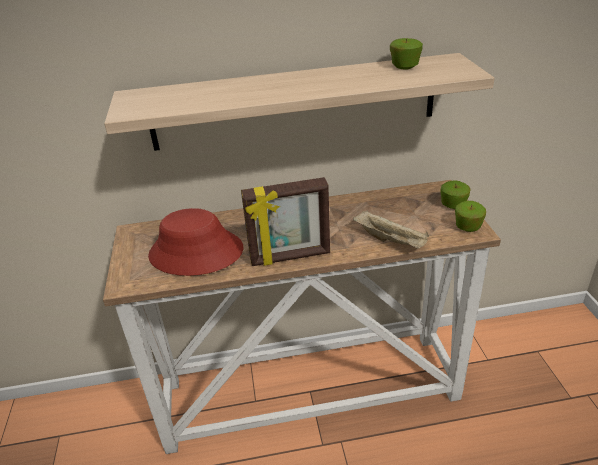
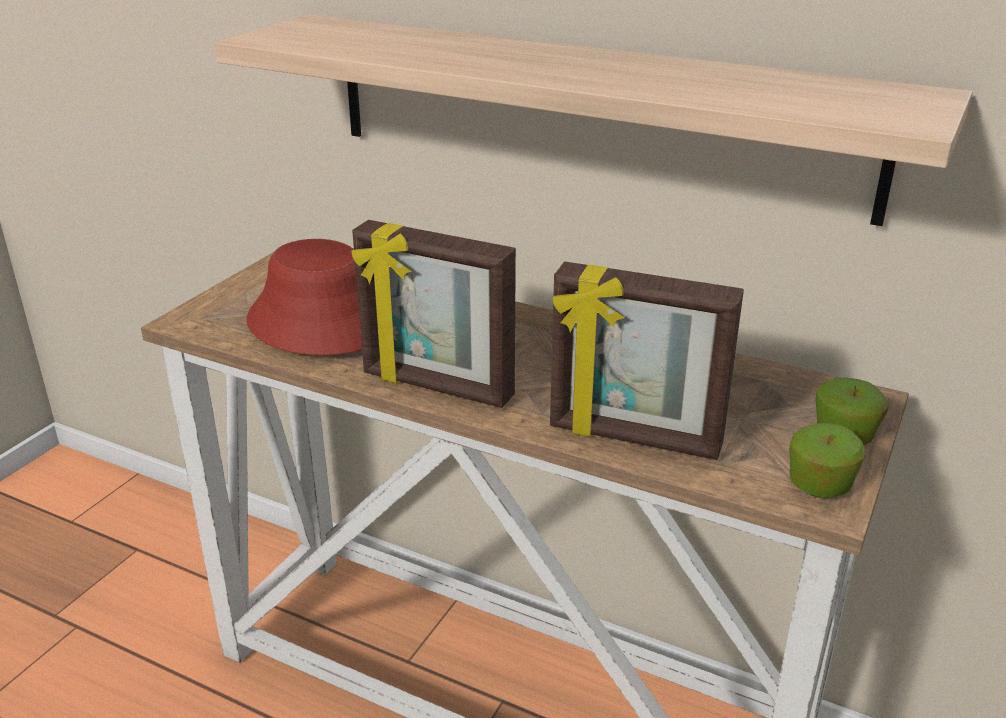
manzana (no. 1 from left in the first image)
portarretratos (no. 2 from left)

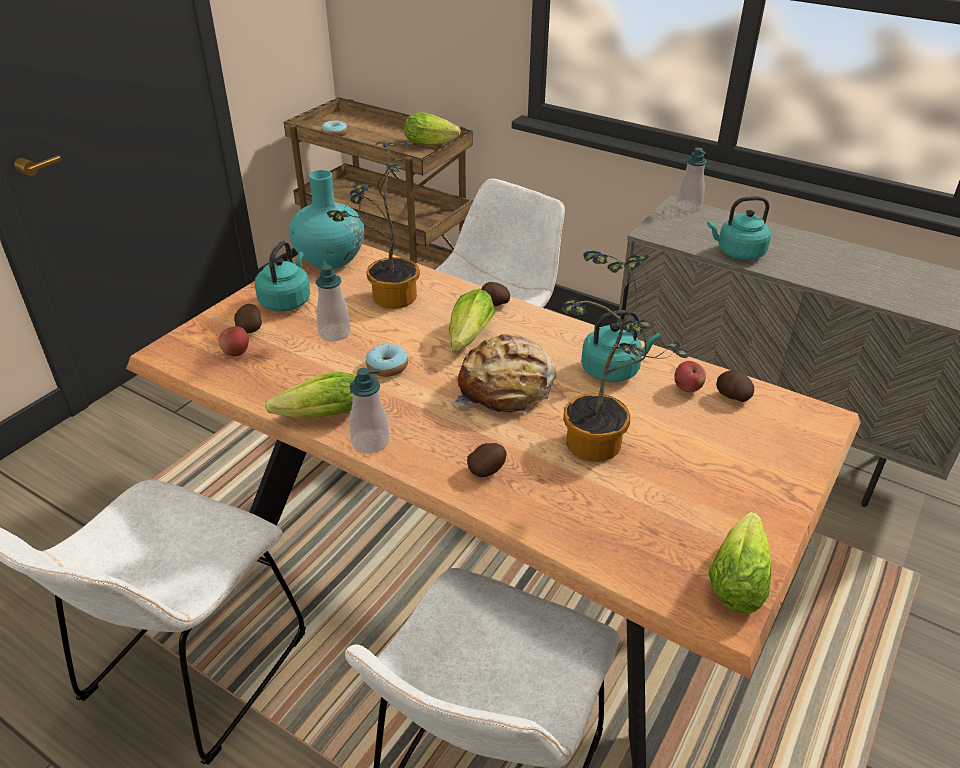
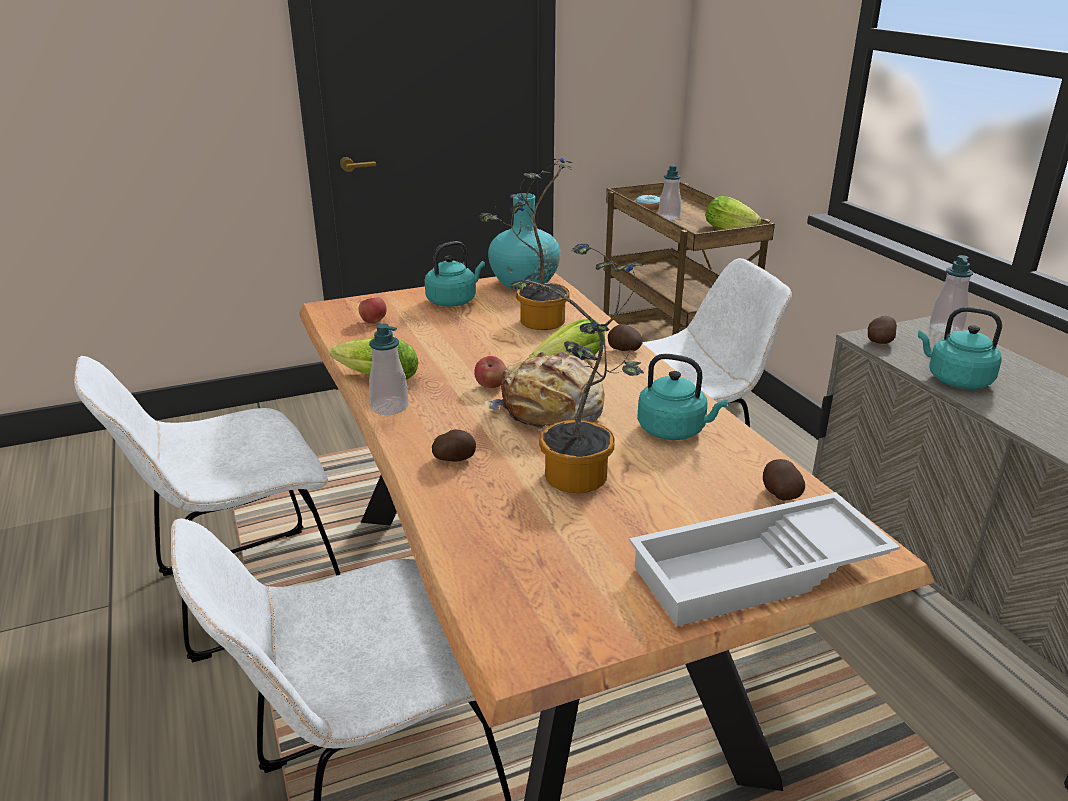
rosquilla (no. 2 from left in the first image)
lechuga (no. 4 from left in the first image)
bandeja [blanco]
patata (no. 4 from left)
dispensador de jabón (no. 2 from left)
manzana (no. 2 from left)

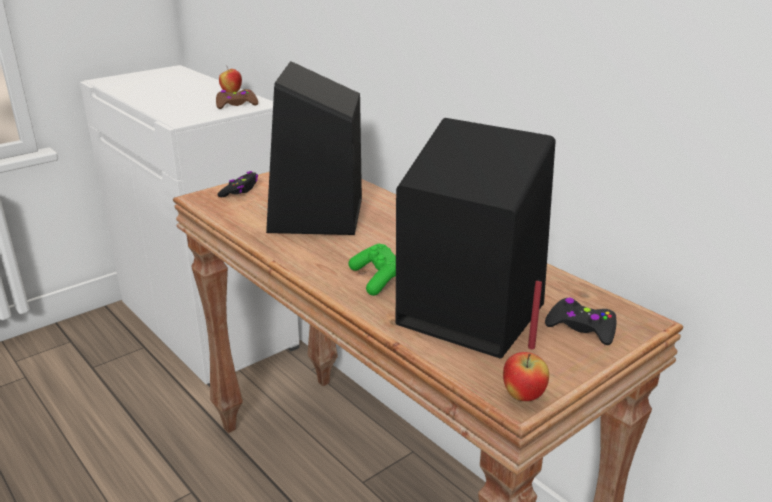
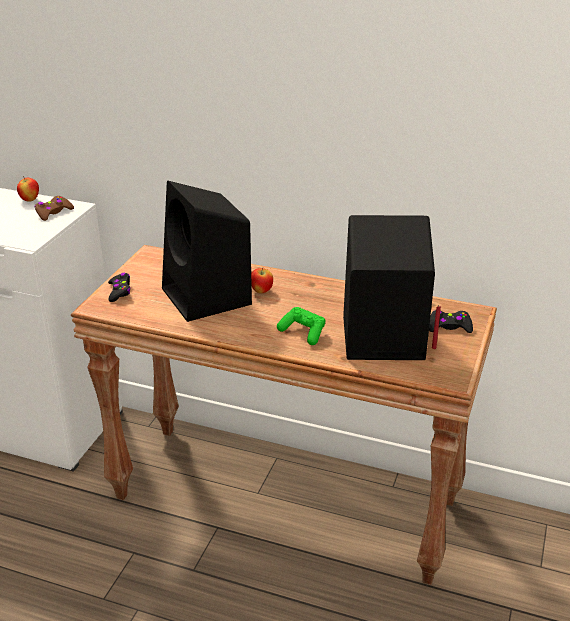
manzana (no. 2 from left)

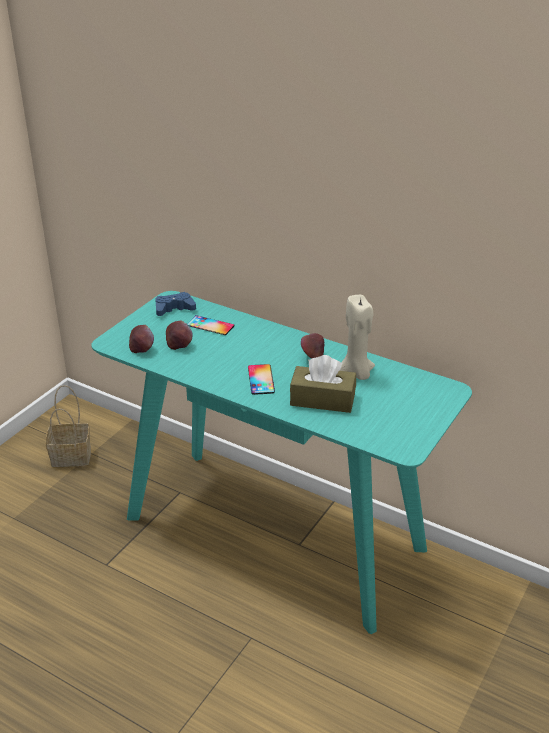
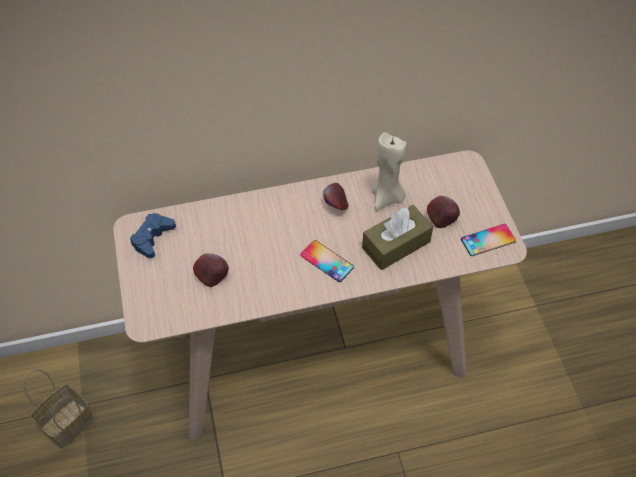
manzana (no. 3 from left)
móvil (no. 2 from left)
mesa consola [beis]

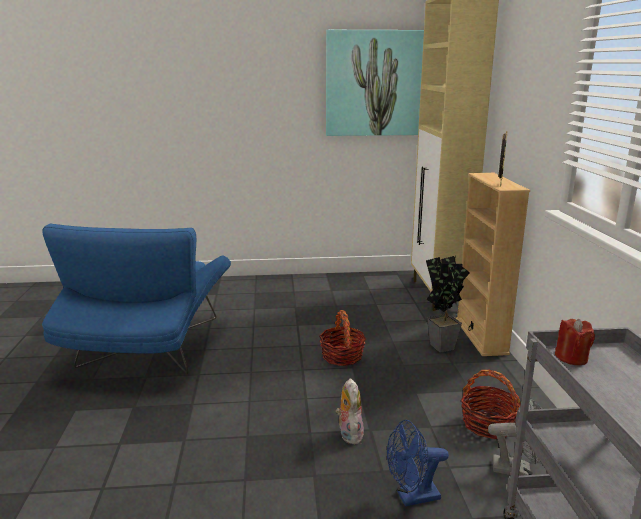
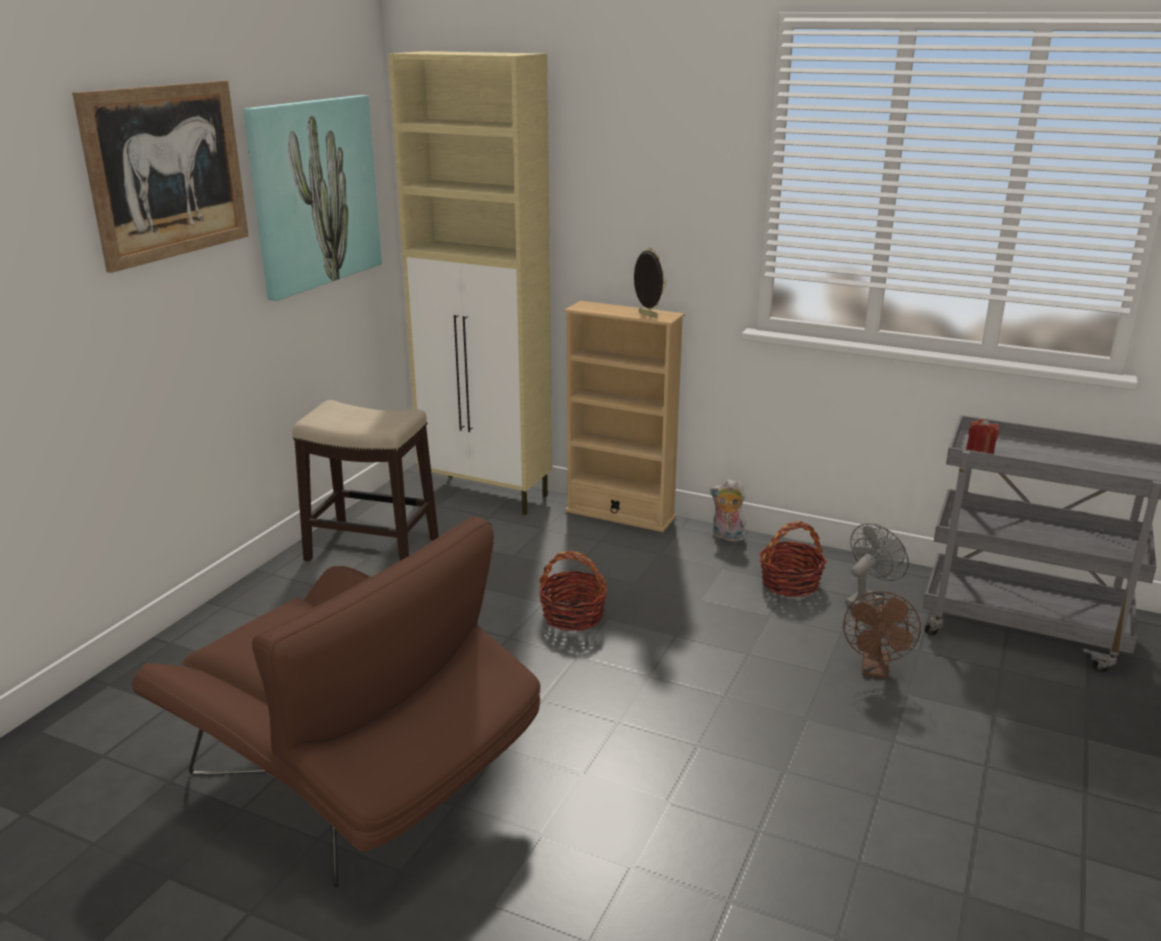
planta en maceta
cuadro (no. 1 from left)
taburete
peluche
sillón [marrón]
ventilador [marrón]

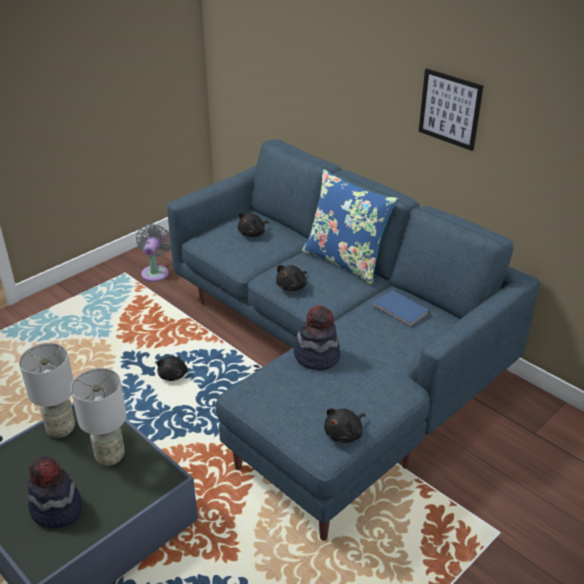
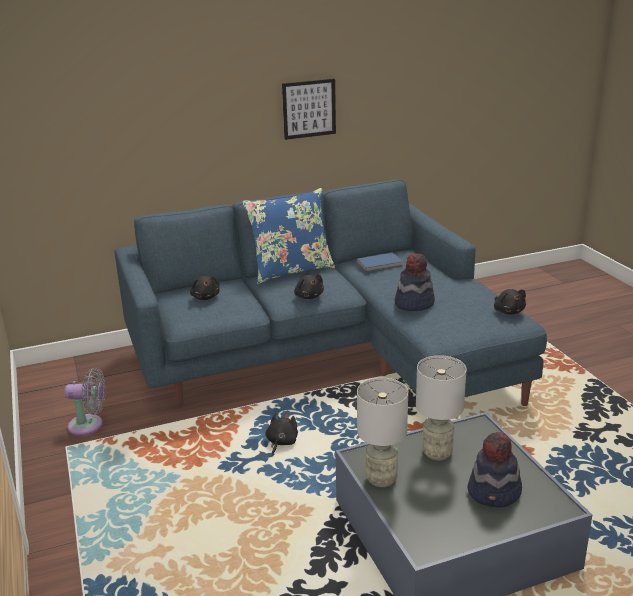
ventilador [gris]
peluche [negro] (no. 2 from left)

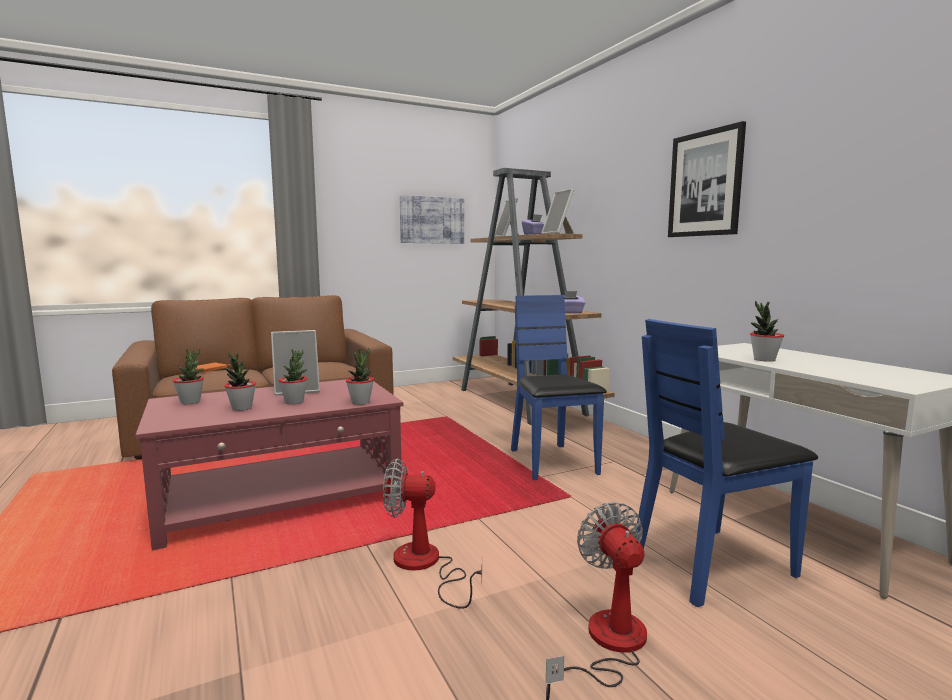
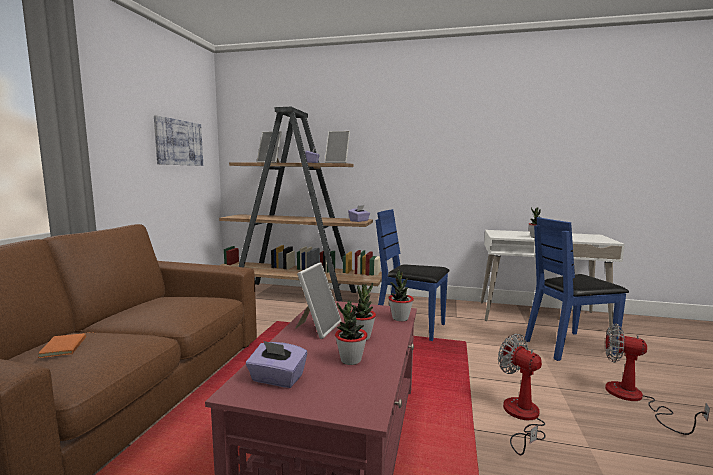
cuadro (no. 2 from left in the first image)
caja de pañuelos [morado] (no. 1 from left)
ventilador (no. 1 from left)
silla [azul] (no. 2 from left)

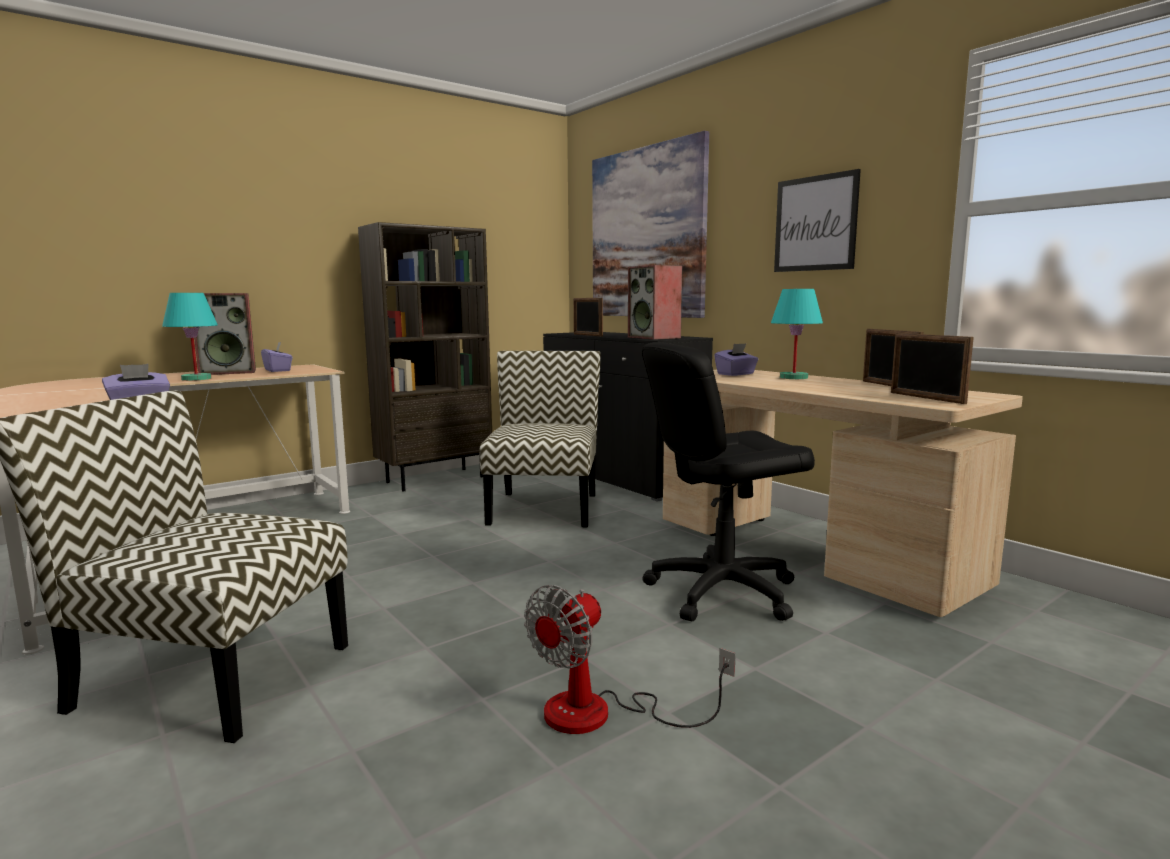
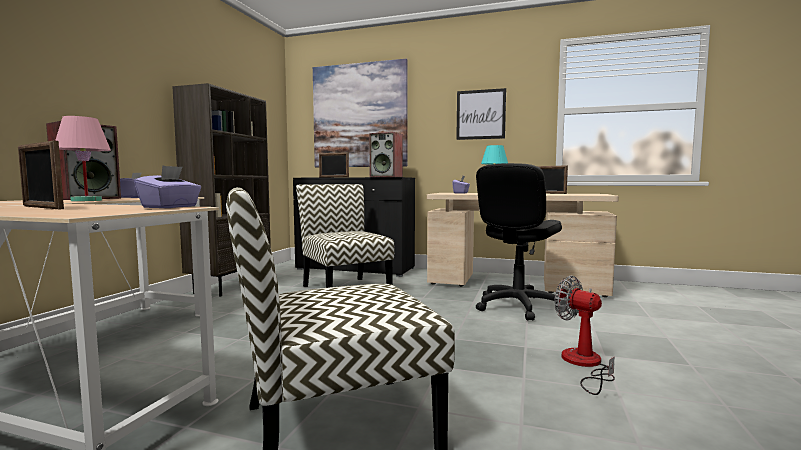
portarretratos (no. 1 from left)
lámpara de mesa [rosa]
ventilador

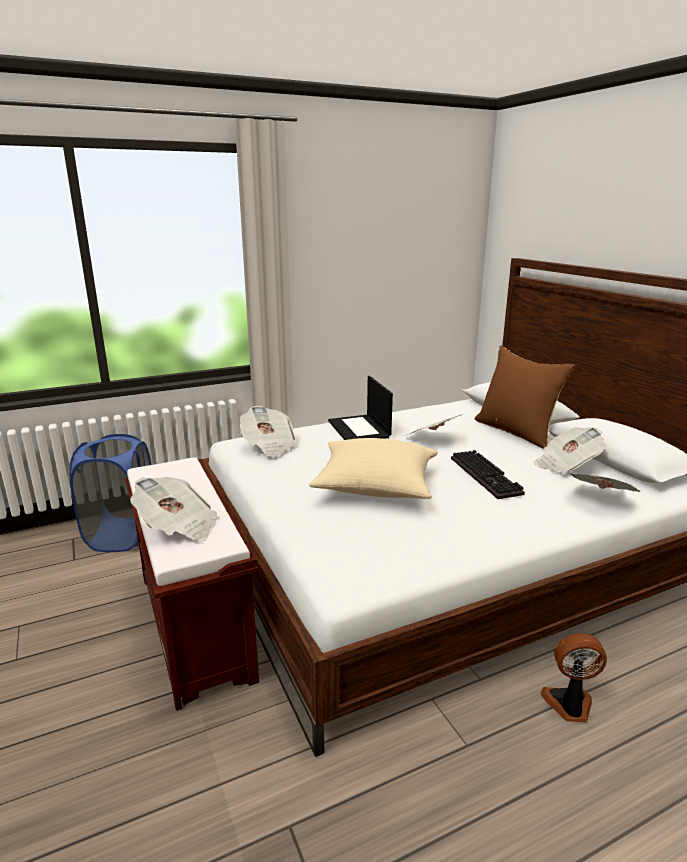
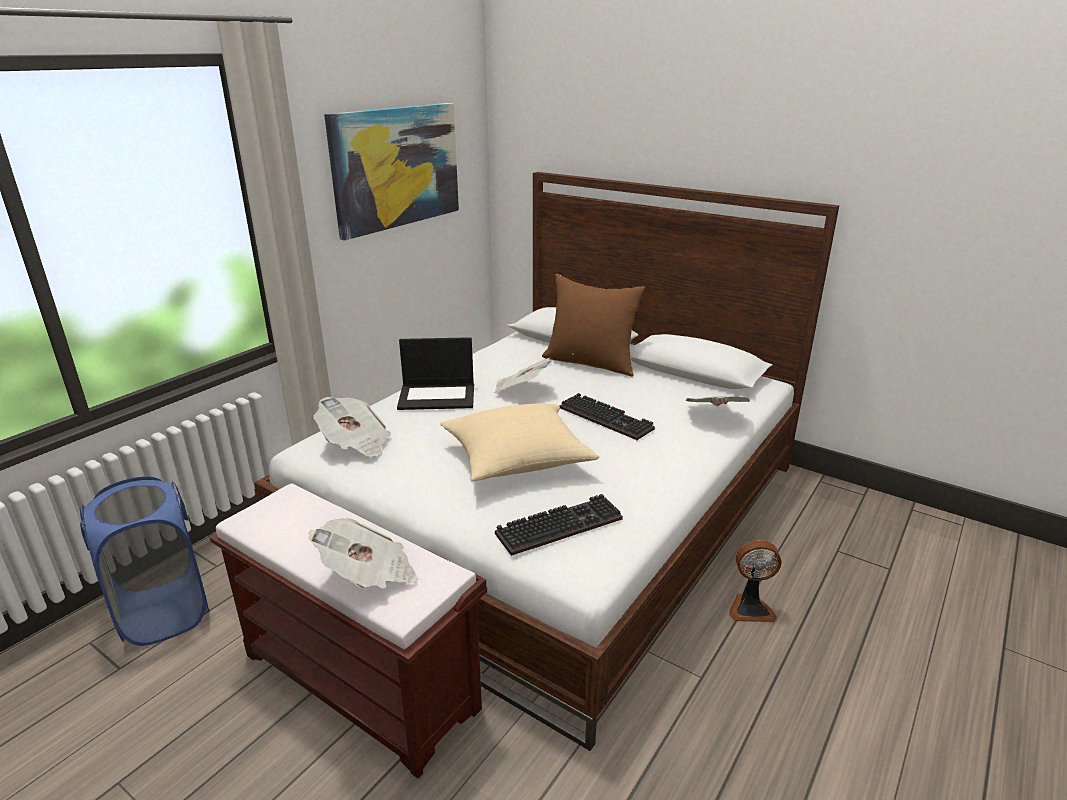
periódico (no. 4 from left in the first image)
cuadro
teclado (no. 1 from left)
portátil
ventilador

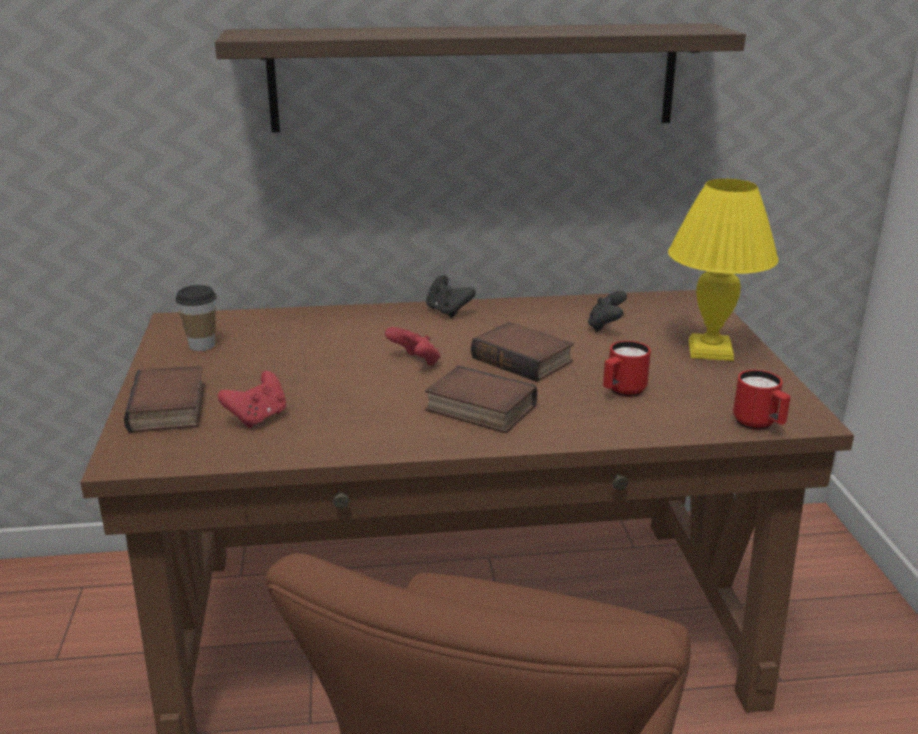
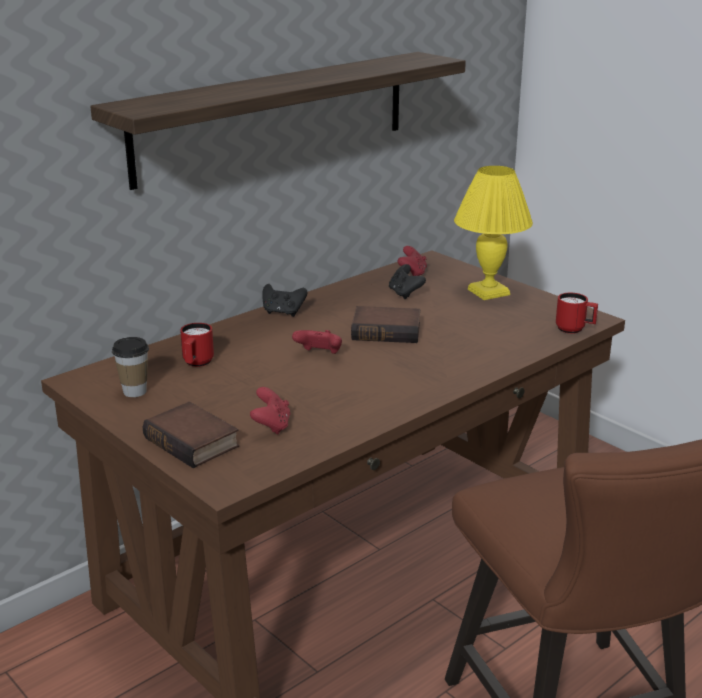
libro (no. 2 from left in the first image)
mando de consola [rojo] (no. 3 from left)
taza grande [rojo] (no. 1 from left)

